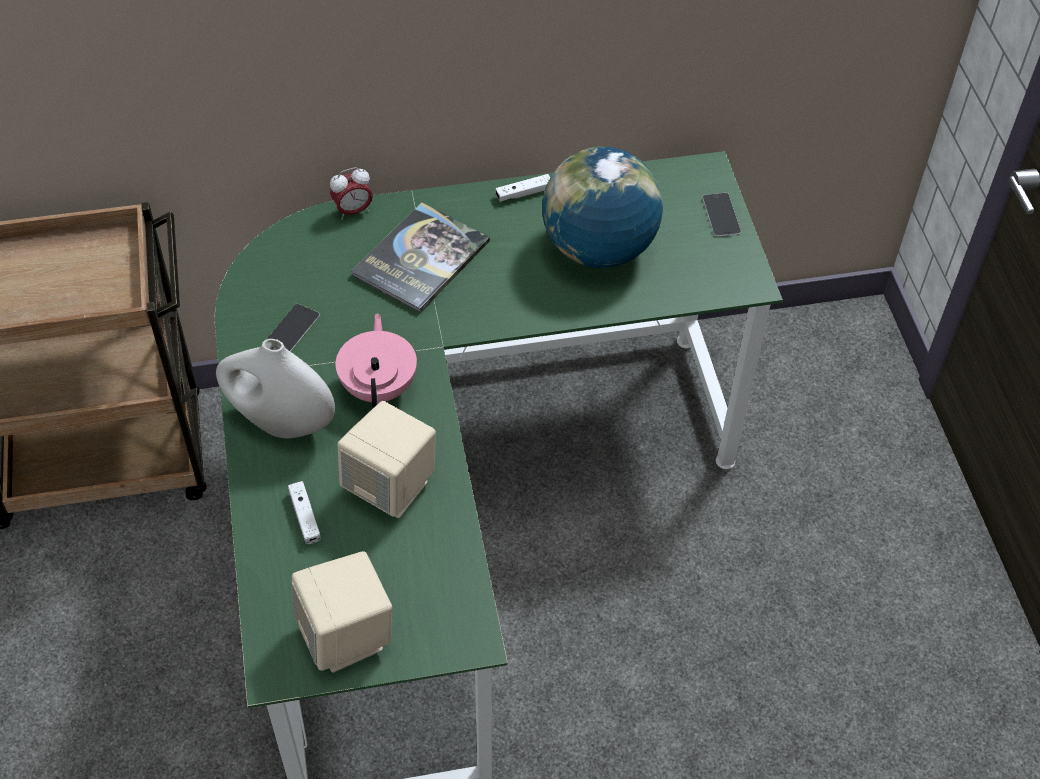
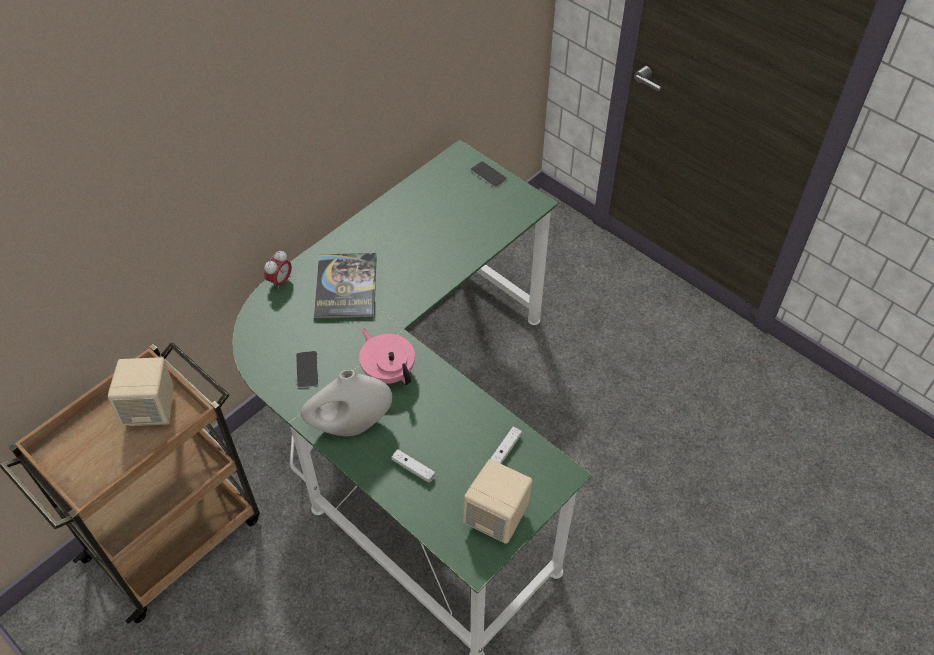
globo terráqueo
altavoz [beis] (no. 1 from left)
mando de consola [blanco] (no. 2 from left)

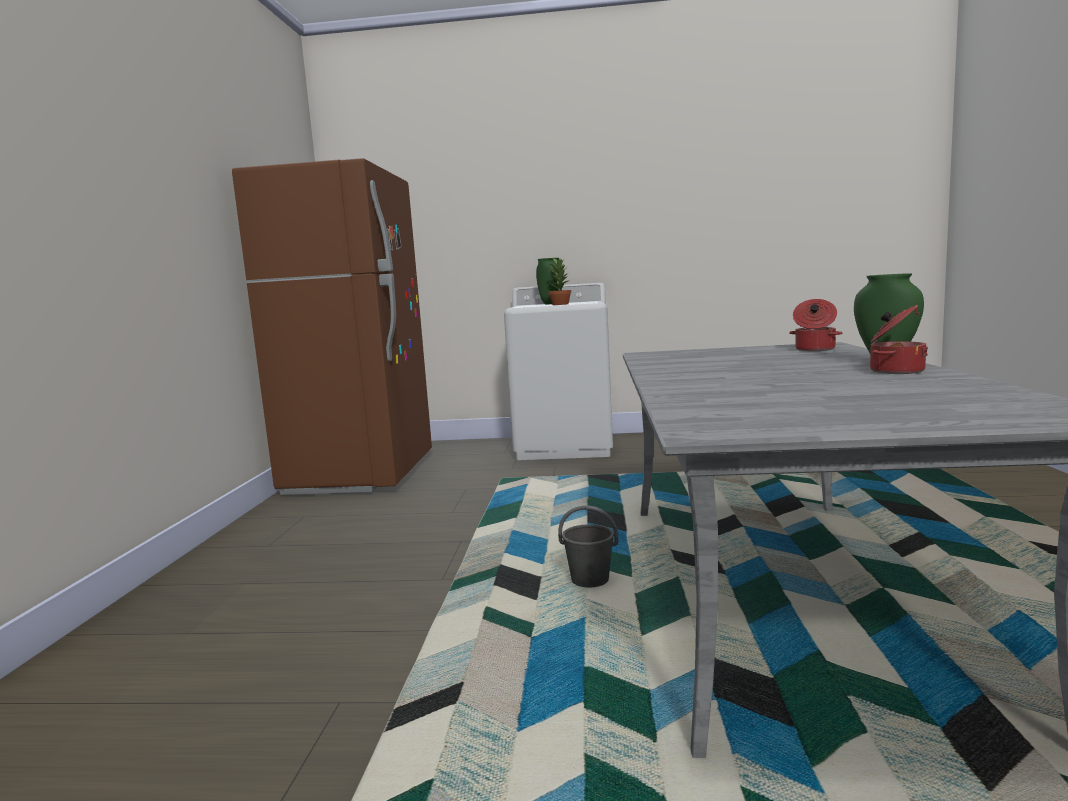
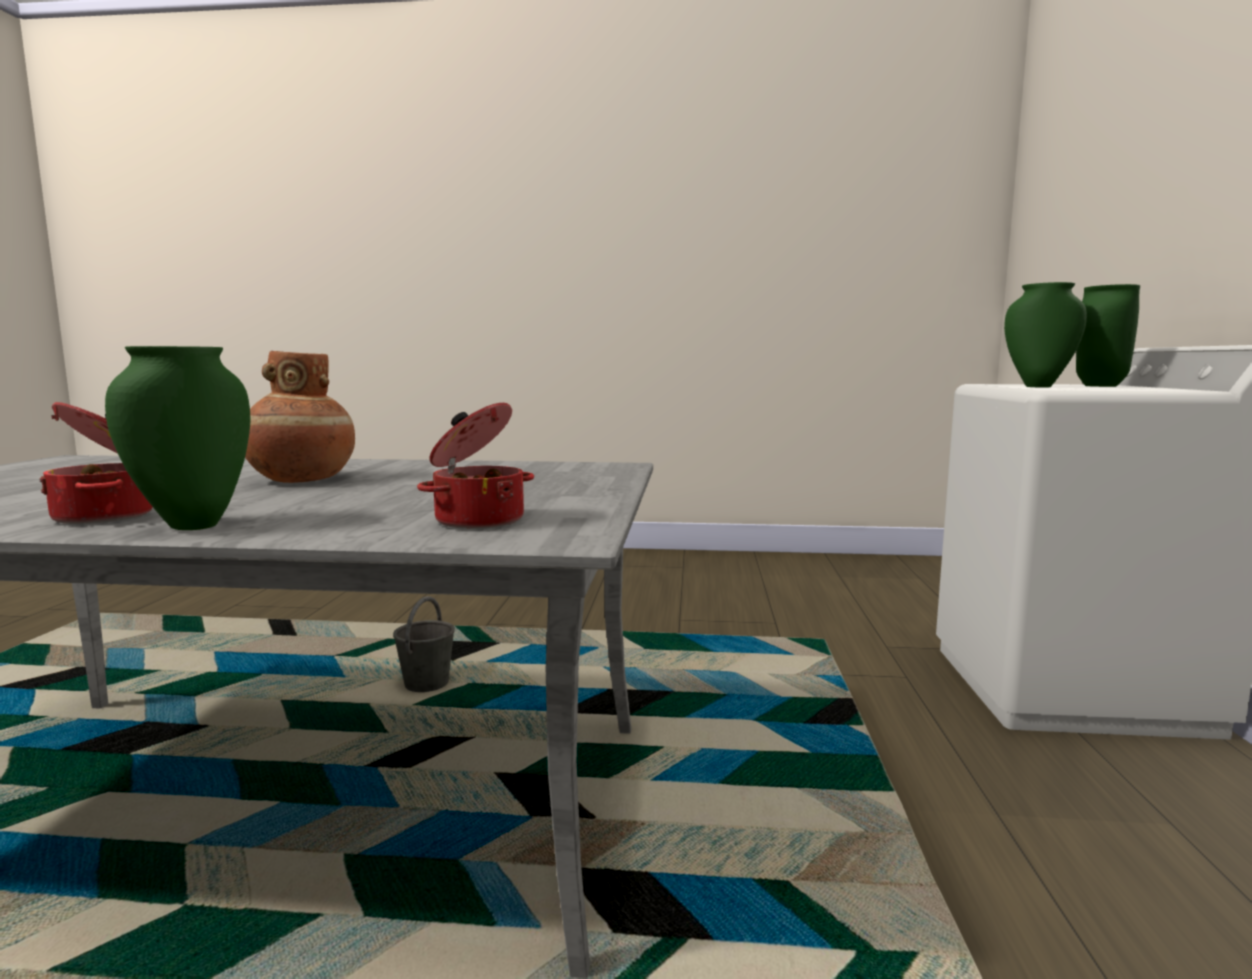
nevera [marrón]
florero [marrón]
florero [verde] (no. 2 from left)

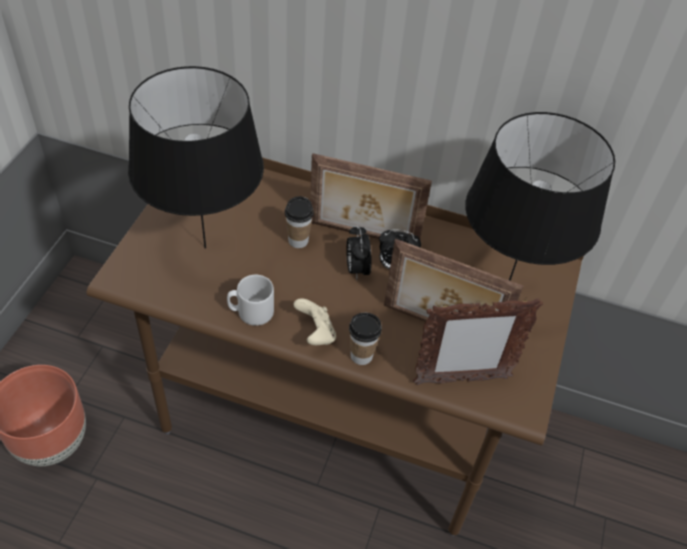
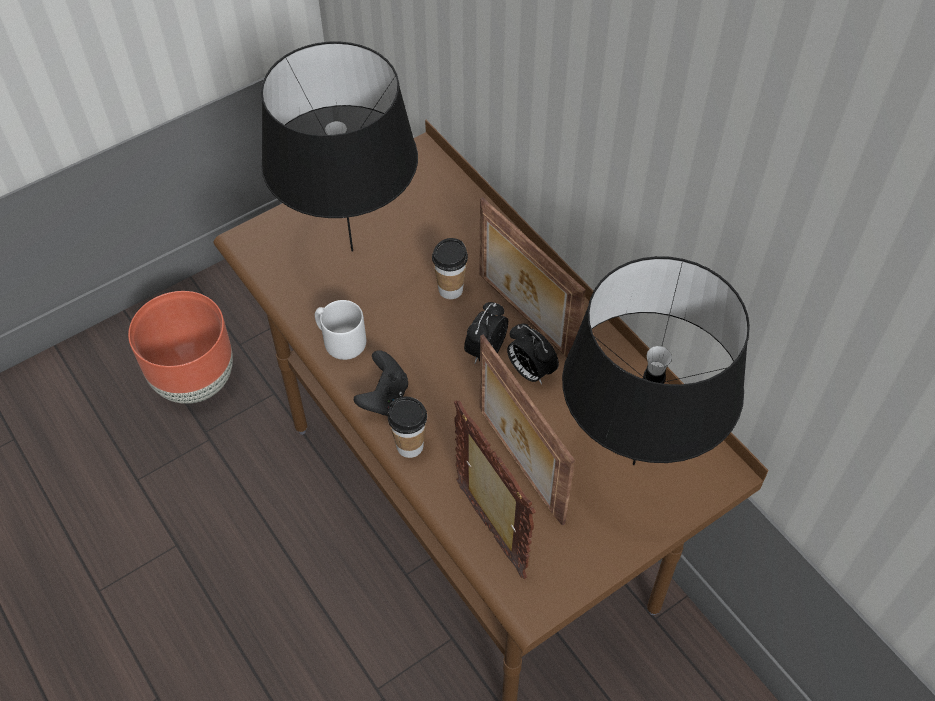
mando de consola [negro]
portarretratos (no. 1 from left)

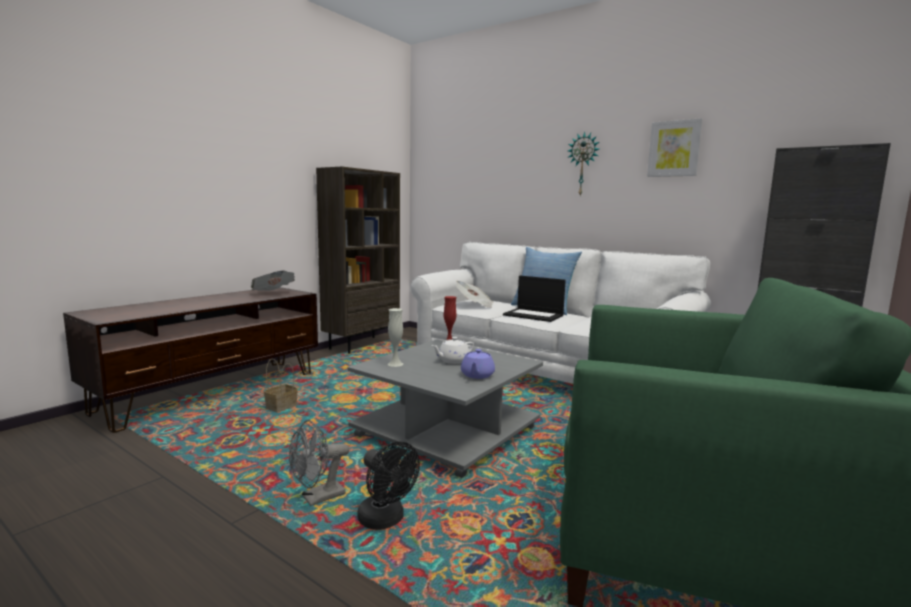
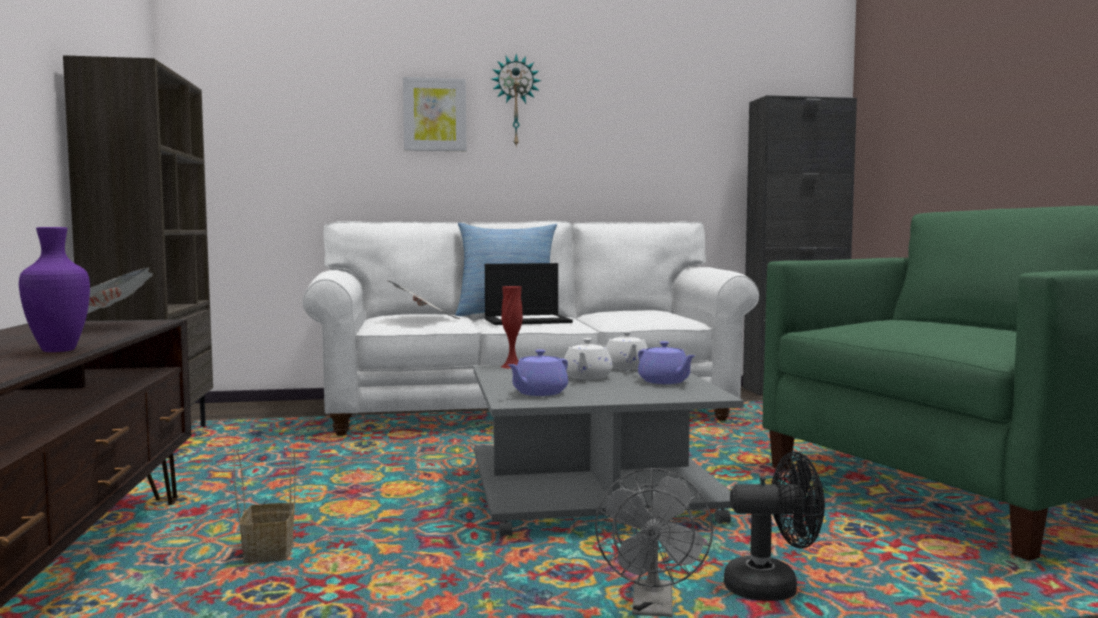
florero [morado]
tetera [blanco] (no. 2 from left)
cuadro
tetera [morado] (no. 1 from left)

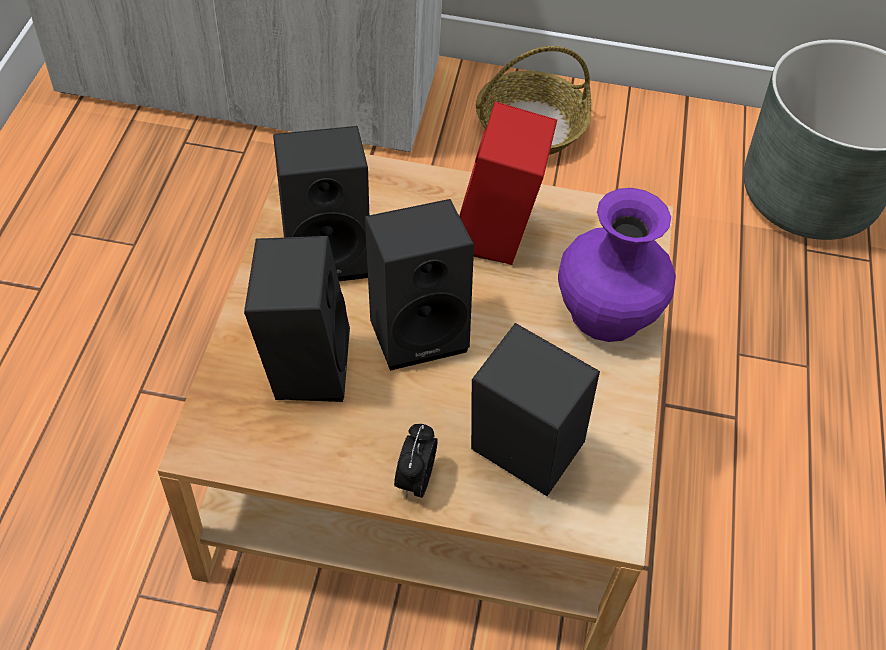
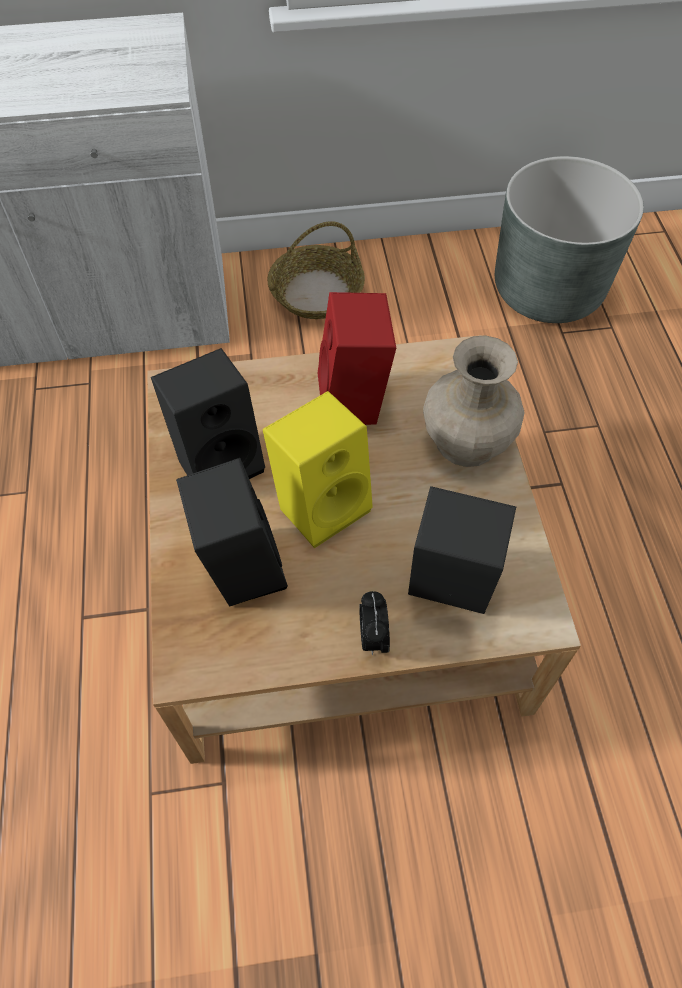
altavoz [amarillo]
florero [beis]

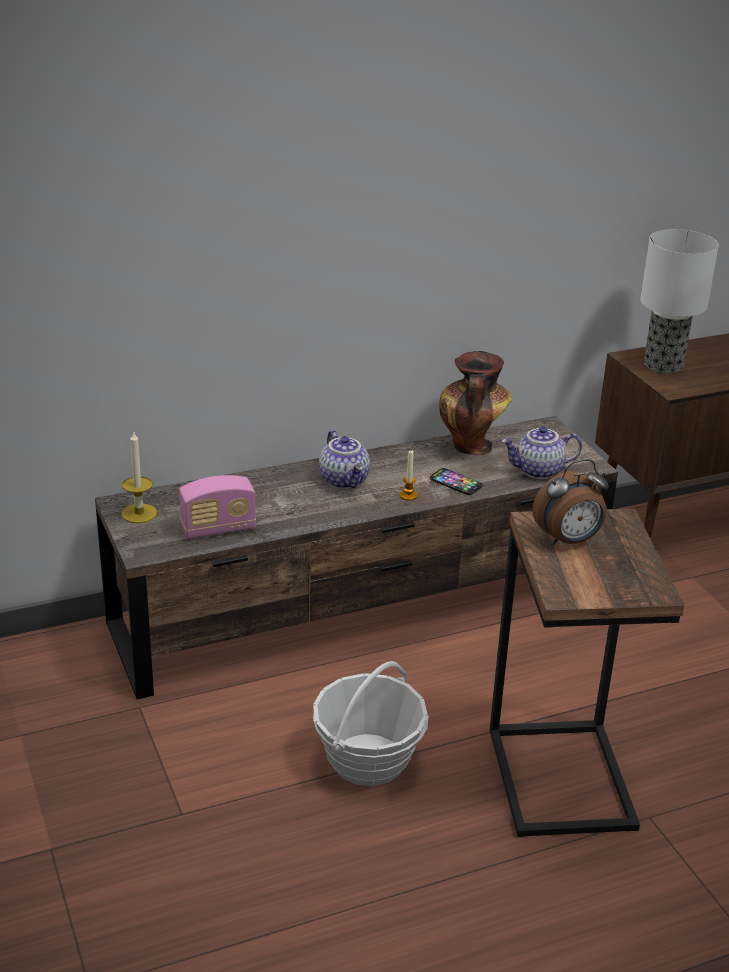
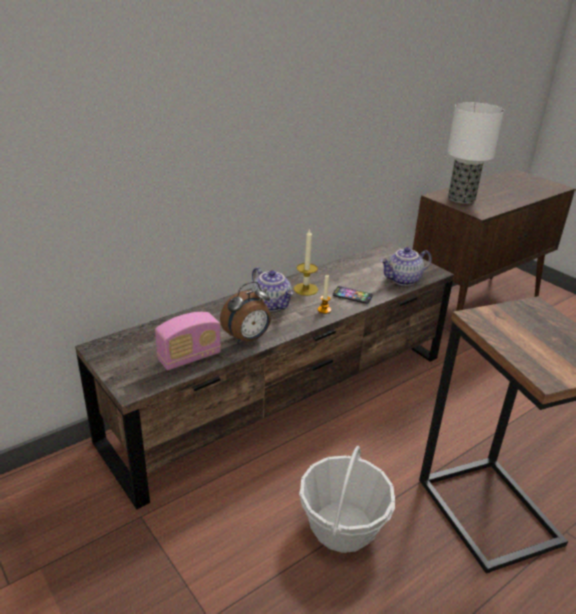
florero
vela (no. 1 from left)
despertador

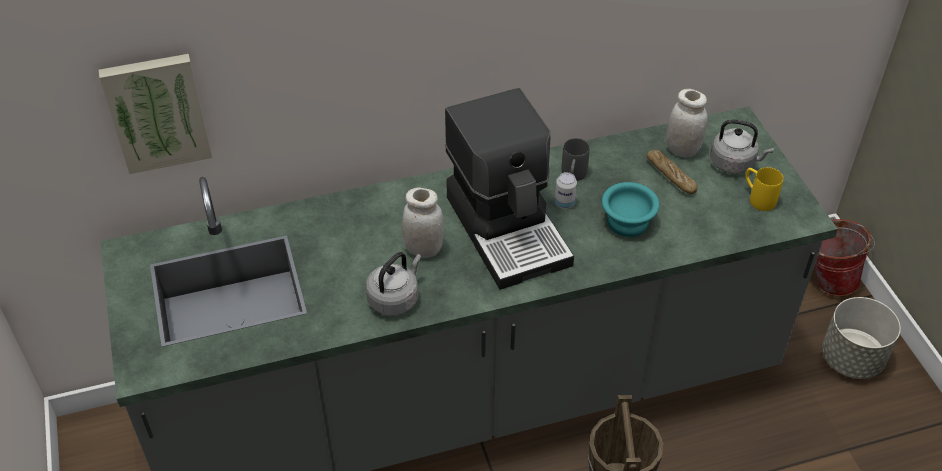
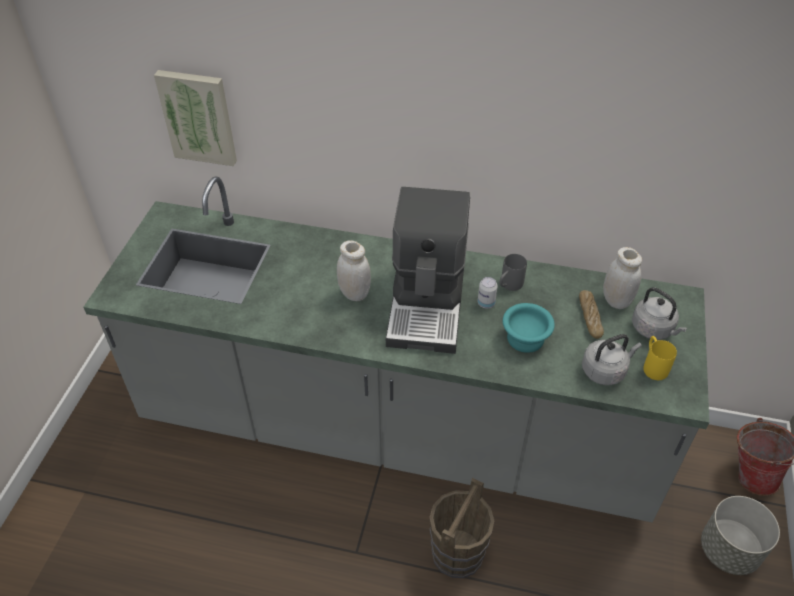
hervidor [gris] (no. 1 from left)

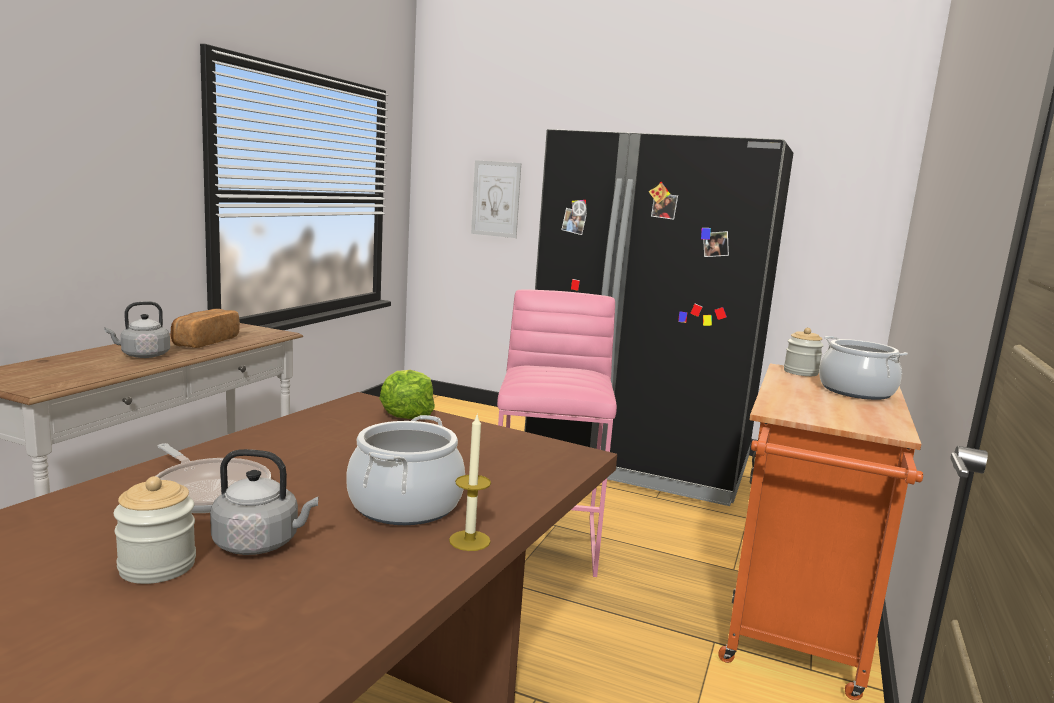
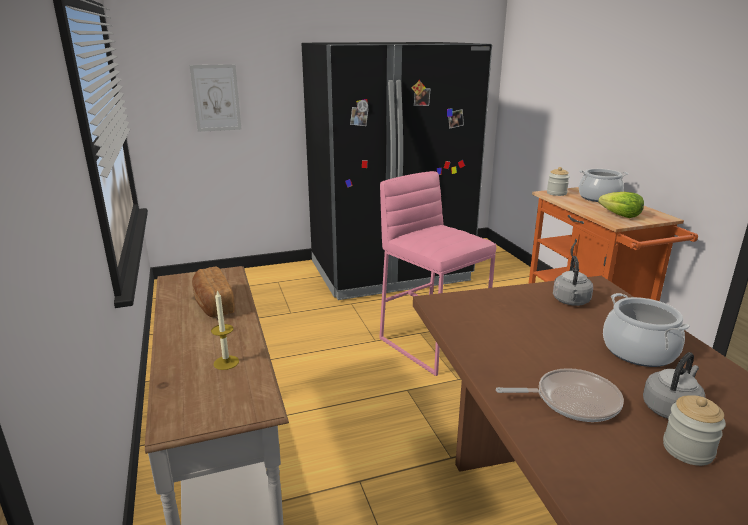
hervidor [gris] (no. 1 from left)
lechuga
vela

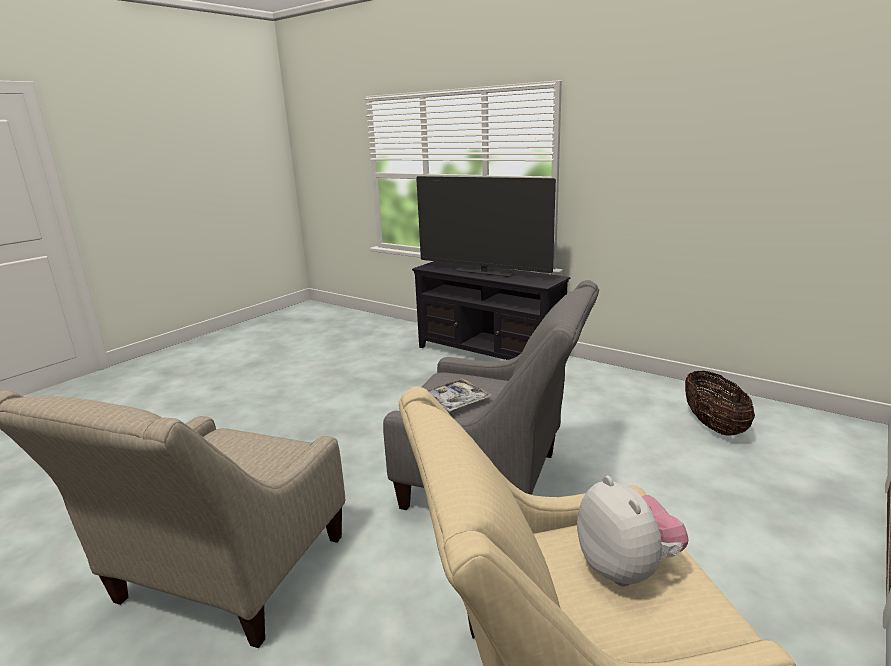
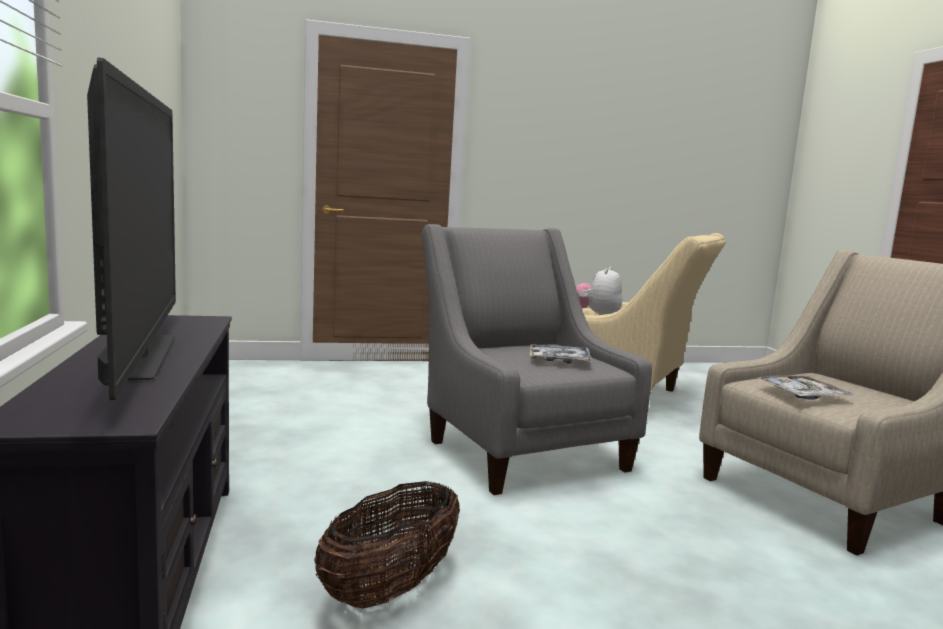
bandeja (no. 2 from left)
cesta

